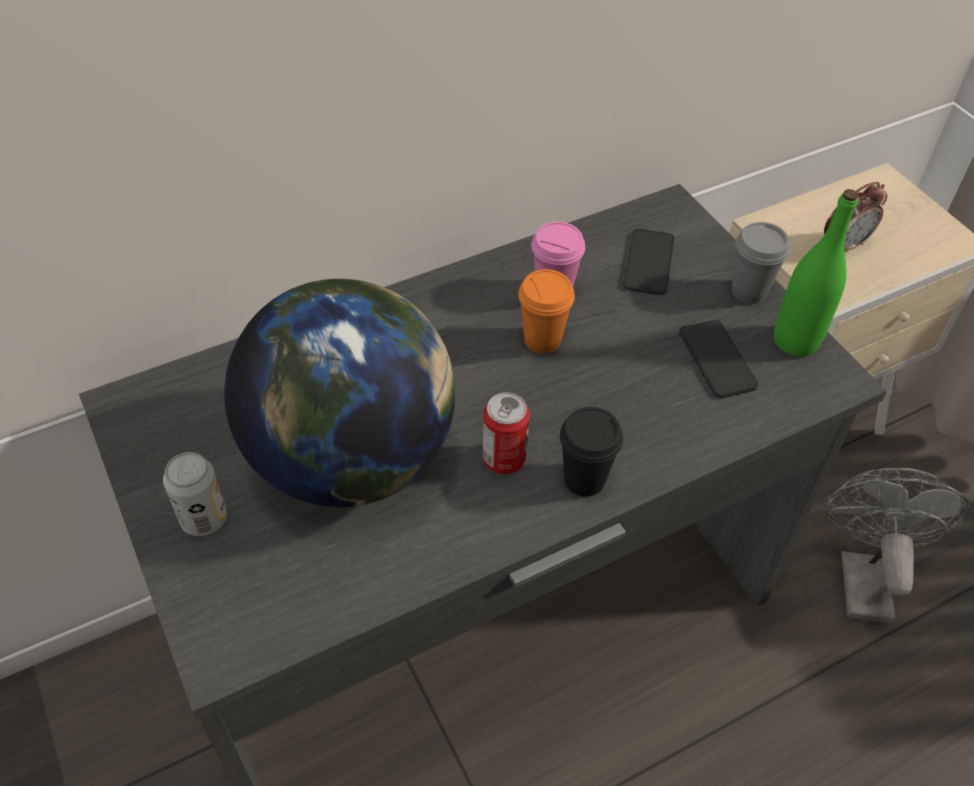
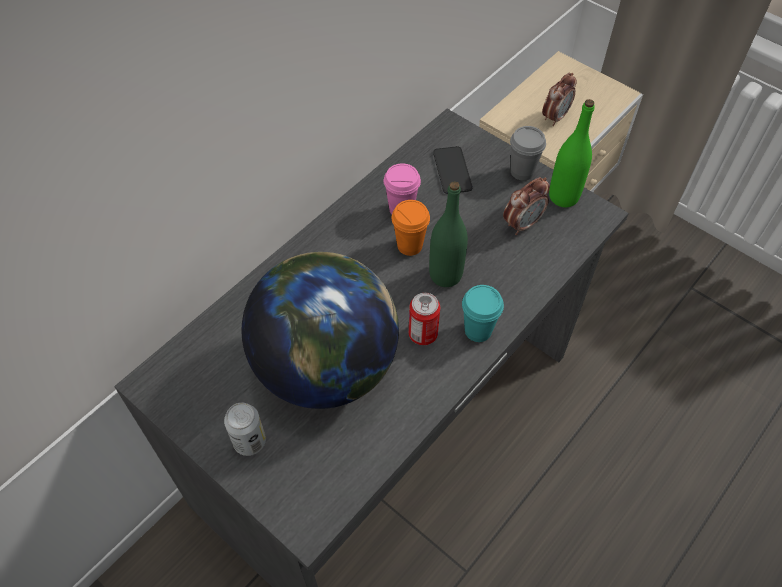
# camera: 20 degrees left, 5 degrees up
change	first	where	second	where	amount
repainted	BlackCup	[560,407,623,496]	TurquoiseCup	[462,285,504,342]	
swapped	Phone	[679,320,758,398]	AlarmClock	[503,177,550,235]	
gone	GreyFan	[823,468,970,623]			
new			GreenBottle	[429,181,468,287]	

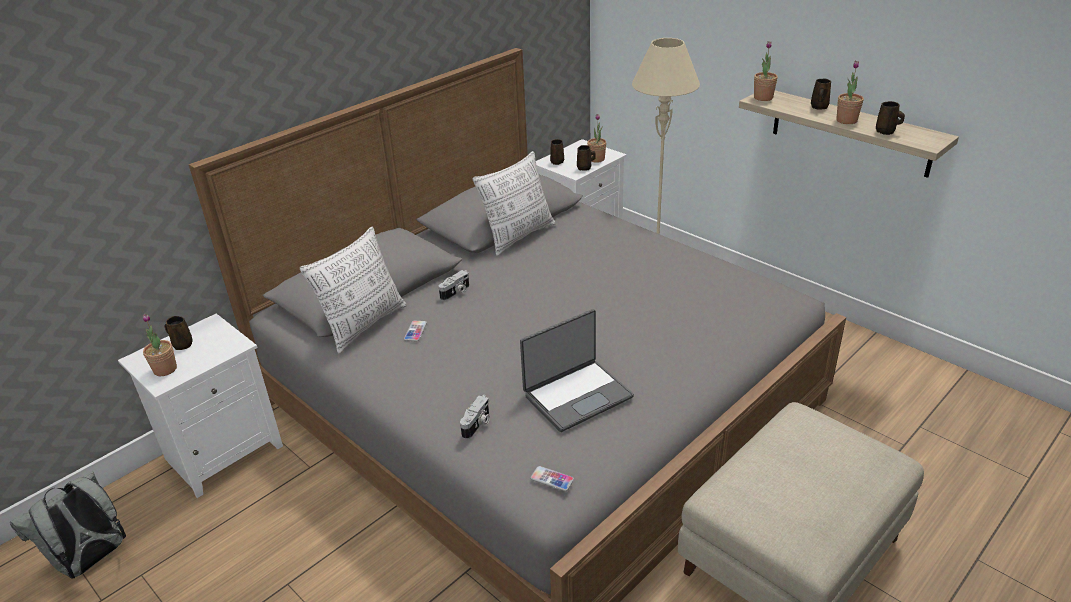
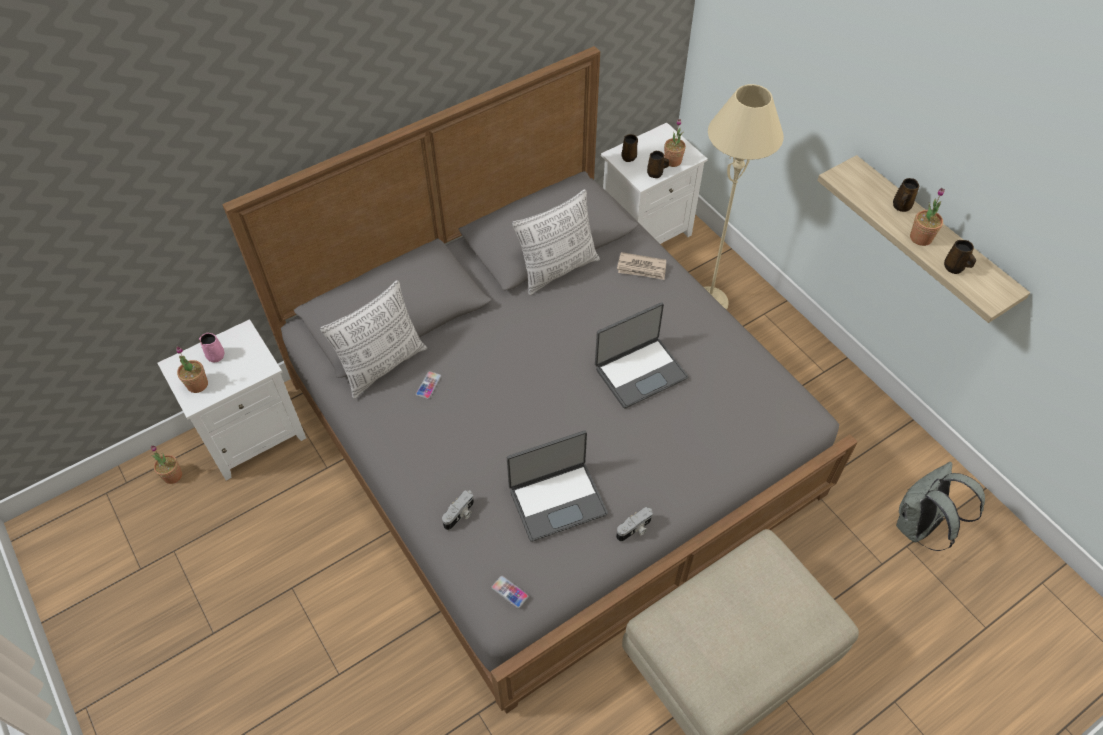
# camera: 10 degrees right, 20 degrees up
change	first	where	second	where	amount
shifted	GreyBackpack	[10,471,126,579]		[896,462,985,551]	
repainted	BrownMug	[164,316,192,350]	PinkMug	[199,333,224,362]	
shifted	PhotoCamera	[439,270,469,301]		[616,507,653,541]	
shifted	PottedPlant	[754,41,778,101]		[151,445,182,484]	
new			Laptop	[595,302,688,409]	
new			Newspaper	[617,252,666,280]	

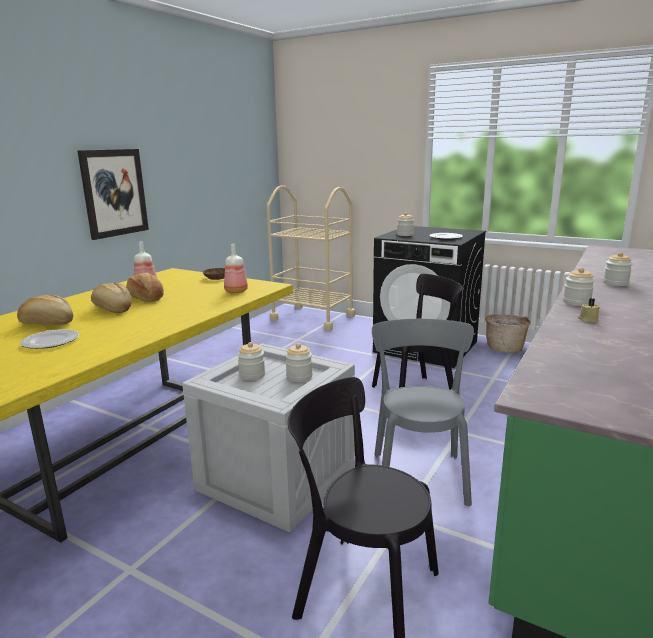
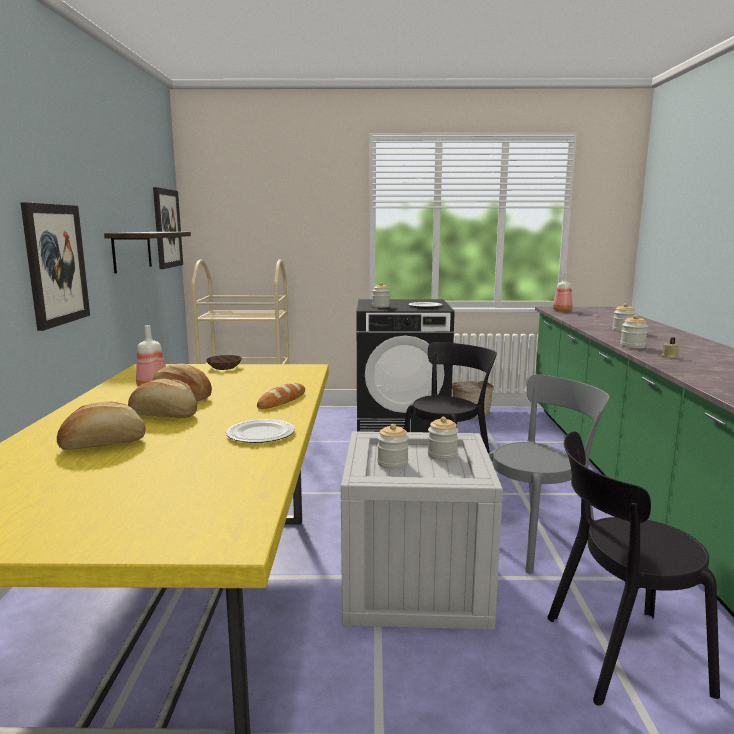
# camera: 30 degrees left, 5 degrees down
change	first	where	second	where	amount
shifted	Plate	[20,329,79,349]		[226,419,295,443]	
shifted	Bottle	[224,244,248,293]		[553,272,572,311]	
rotated	GreyChair	[372,319,474,506]		[489,374,610,574]	90 degrees clockwise
new			Shelf	[104,232,191,273]	
new			Picture	[153,187,183,269]	
new			Bread	[257,383,305,409]	

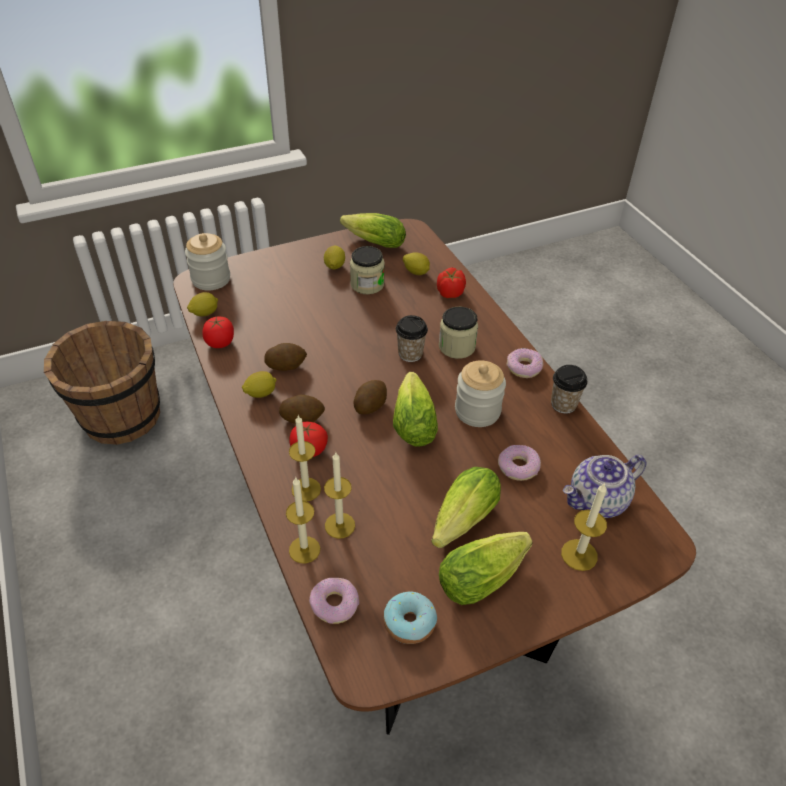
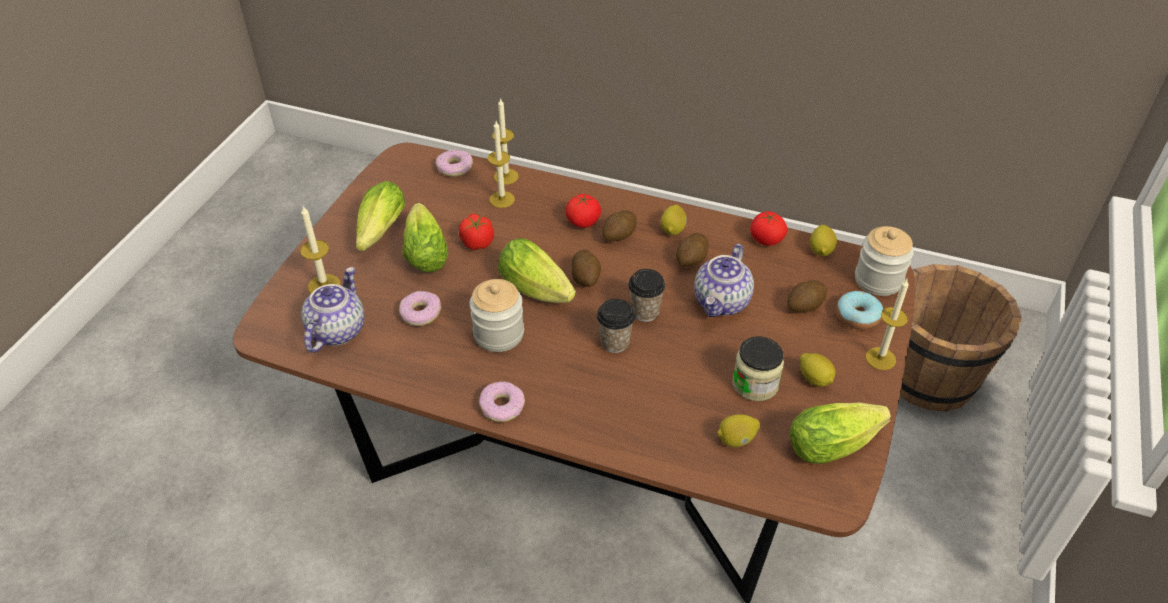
# camera: 135 degrees right, 0 degrees up
change	first	where	second	where	amount
shifted	Candle	[289,416,321,502]		[866,279,909,370]	
shifted	Donut	[383,591,437,644]		[836,291,883,330]	
shifted	Tomato	[437,268,466,298]		[459,214,494,250]	
gone	Jar	[439,307,478,359]			
shifted	Cup	[551,365,588,414]		[628,269,665,322]	
new			Teapot	[694,244,754,317]	
new			Potato	[788,280,827,312]	

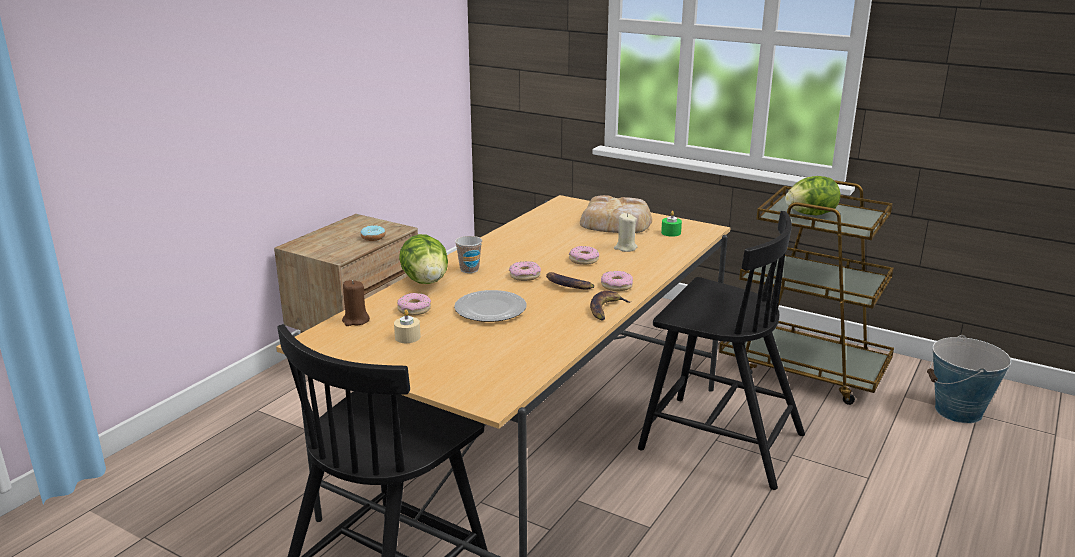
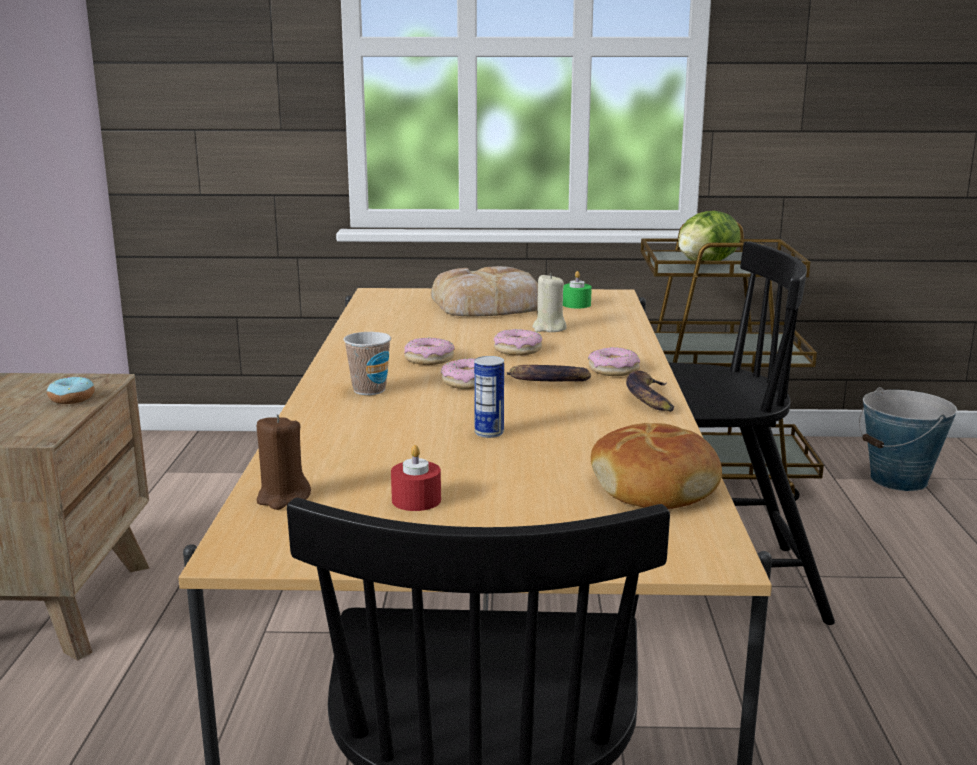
# camera: 30 degrees left, 5 degrees down
change	first	where	second	where	amount
repainted	BeigeCandle	[394,310,421,343]	RedCandle	[391,445,441,511]	
shifted	Donut	[397,293,431,315]		[404,337,455,365]	
gone	Lettuce	[399,234,448,284]			
swapped	Plate	[454,290,527,322]	Can	[474,356,504,438]	
new			Bread	[591,423,722,509]	

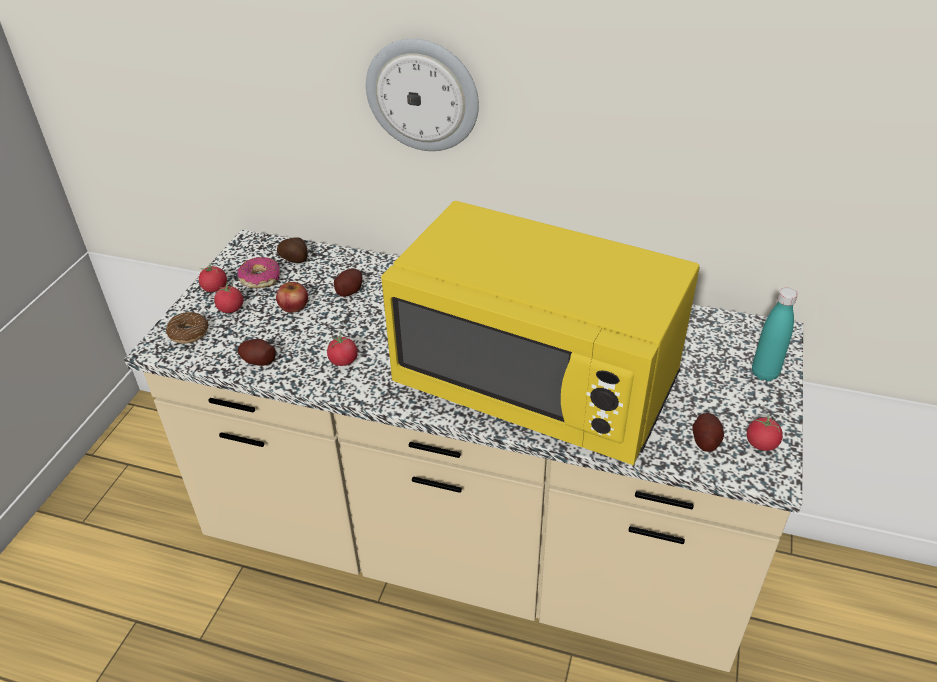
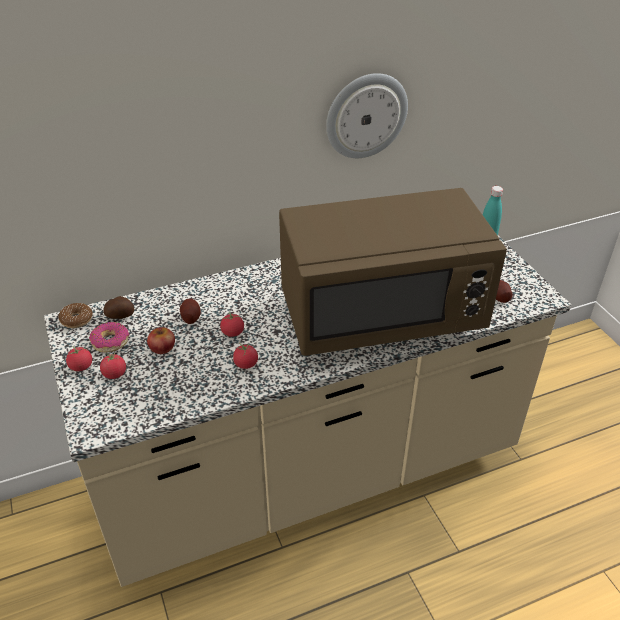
# camera: 40 degrees left, 0 degrees up
change	first	where	second	where	amount
shifted	Donut	[166,312,208,344]		[59,303,93,328]	
gone	Potato	[238,339,276,366]			
shifted	WallClock	[366,39,479,151]		[326,73,408,158]	
repainted	YellowMicrowave	[381,201,700,465]	BrownMicrowave	[279,188,507,356]	
shifted	Tomato	[747,415,783,451]		[220,312,244,337]	

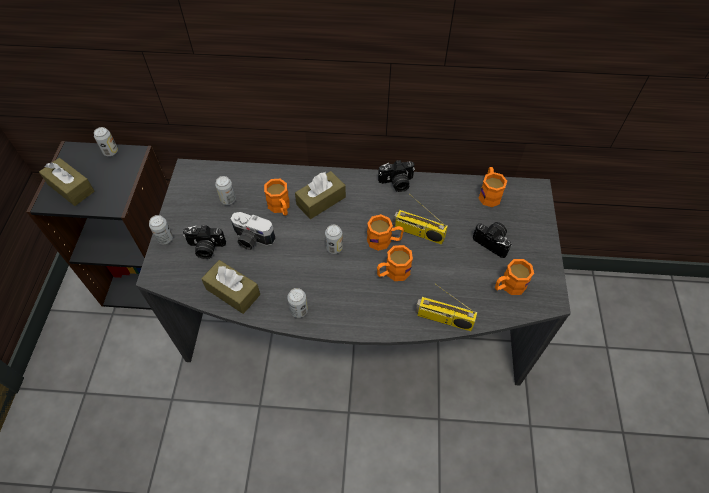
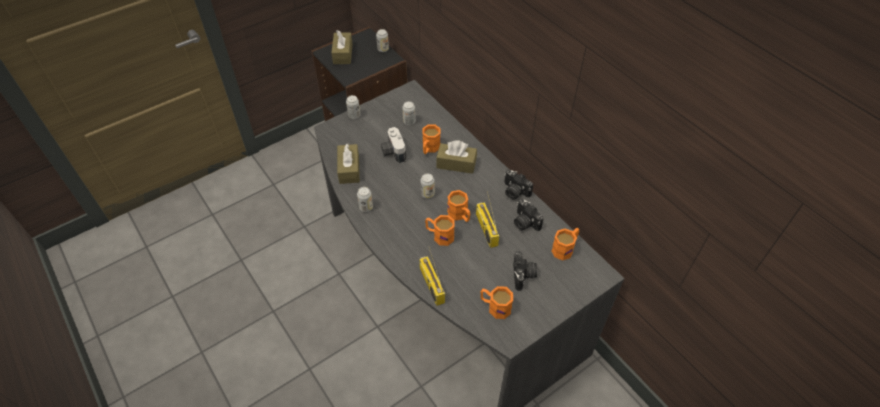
# camera: 50 degrees right, 5 degrees down
change	first	where	second	where	amount
shifted	PhotoCamera	[183,225,226,259]		[514,199,543,231]	

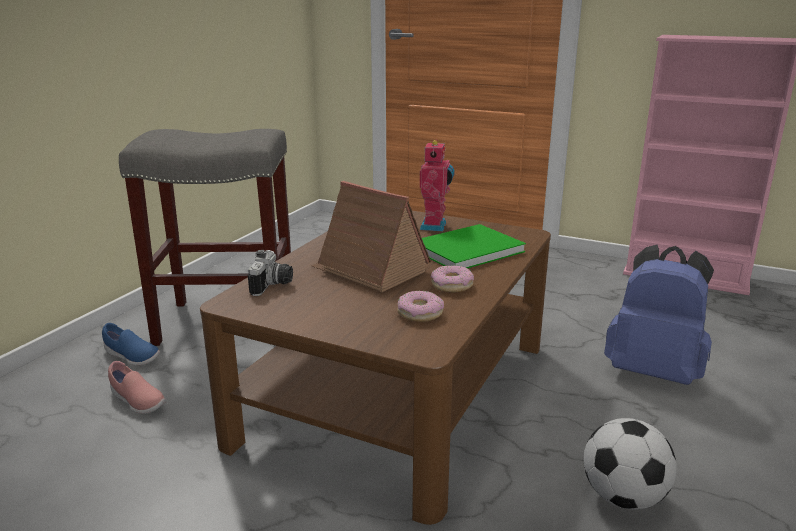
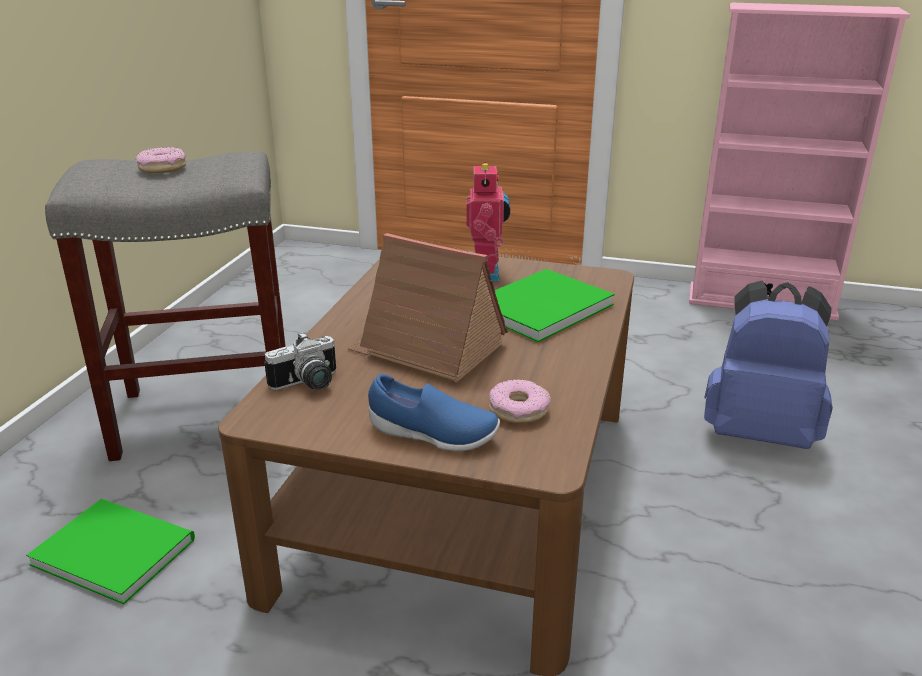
# camera: 10 degrees left, 5 degrees up
change	first	where	second	where	amount
shifted	BlueShoe	[102,323,160,366]		[368,374,500,451]	
swapped	PinkShoe	[108,361,166,414]	GreenBook	[26,499,195,604]	
rotated	PhotoCamera	[248,250,293,296]		[264,332,336,390]	60 degrees clockwise
shifted	Donut	[431,266,474,292]		[136,147,186,173]	
gone	Football	[584,418,677,510]			

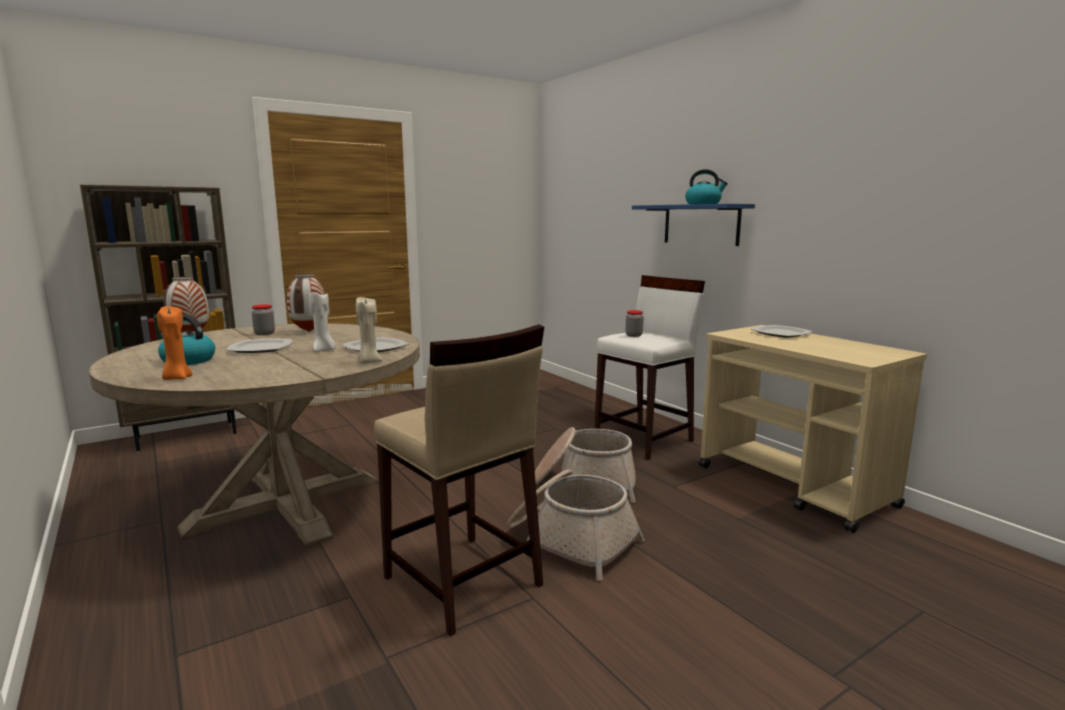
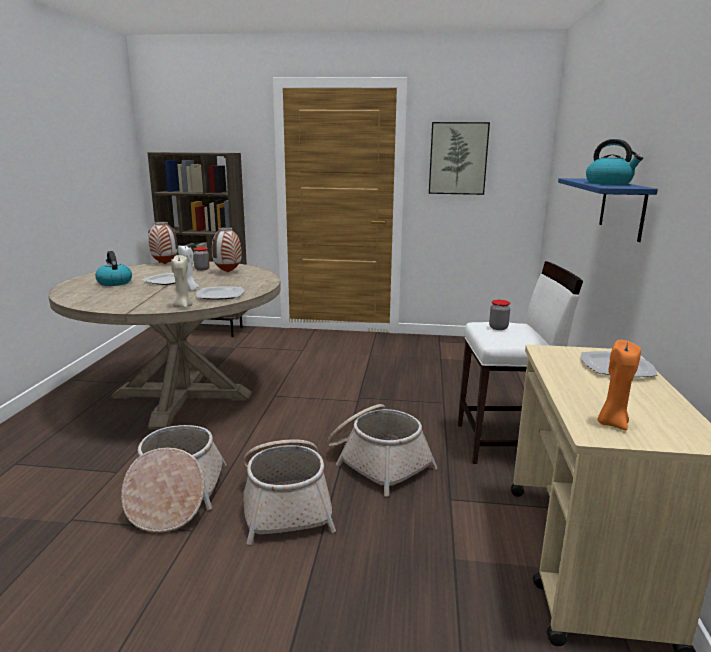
# camera: 40 degrees right, 5 degrees up
change	first	where	second	where	amount
shifted	OrangeCandle	[157,306,192,380]		[597,340,641,430]	
swapped	BeigeStool	[374,324,544,637]	Basket	[121,425,227,533]	
new			Picture	[429,122,490,195]	

